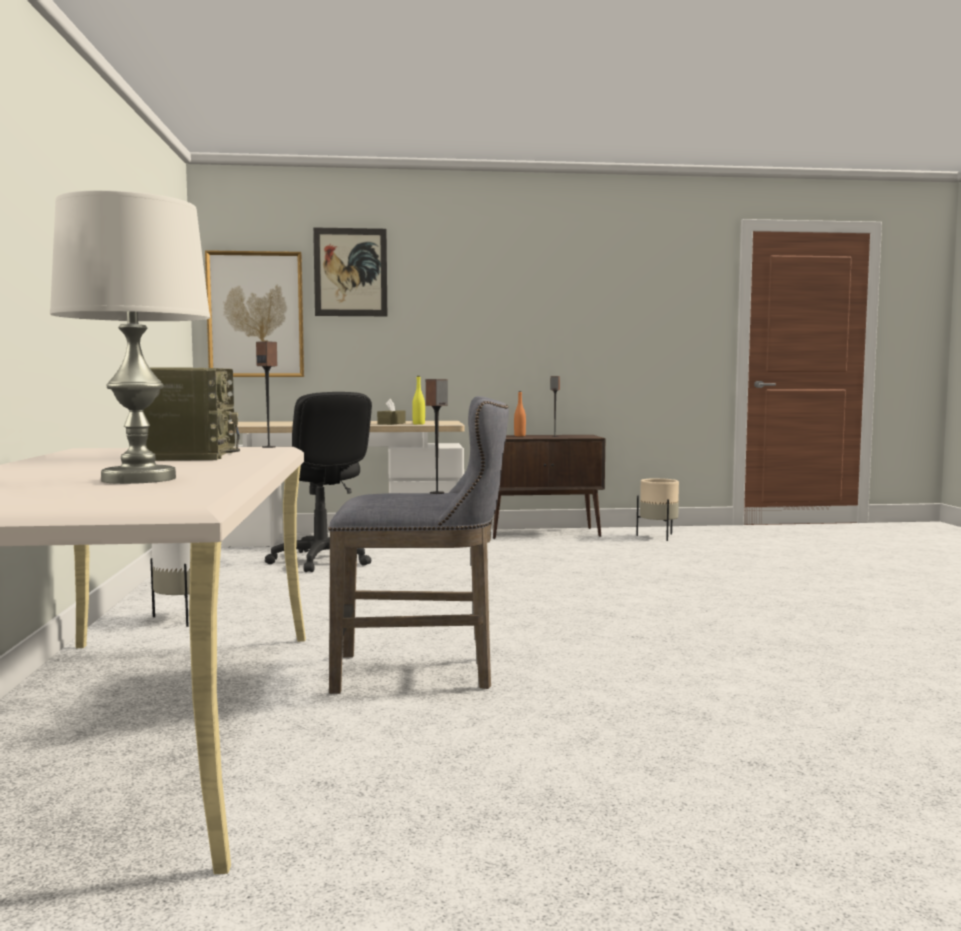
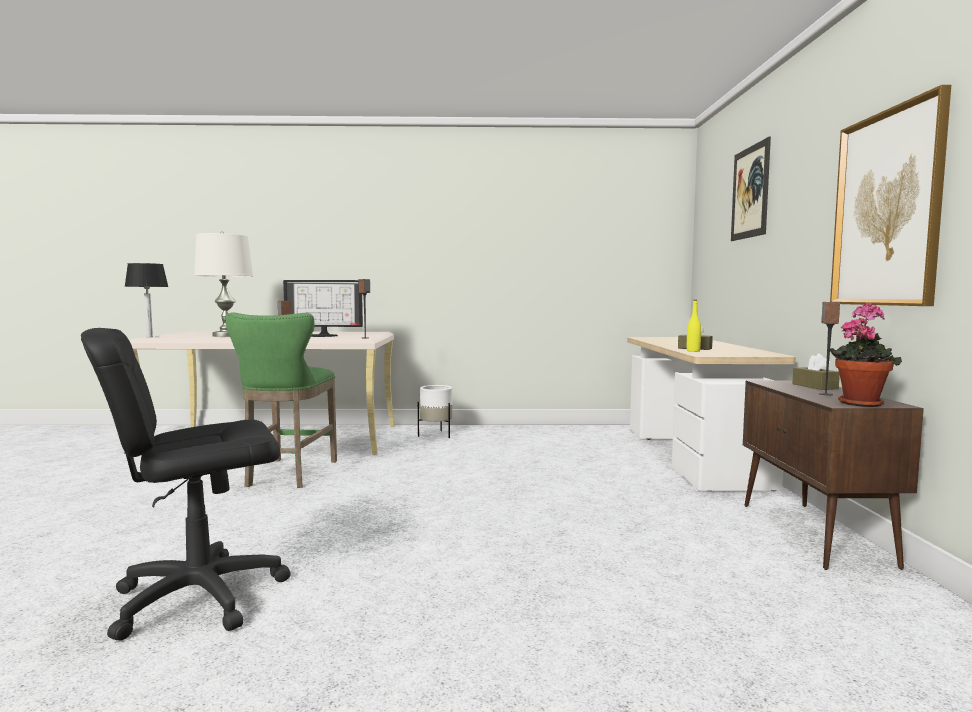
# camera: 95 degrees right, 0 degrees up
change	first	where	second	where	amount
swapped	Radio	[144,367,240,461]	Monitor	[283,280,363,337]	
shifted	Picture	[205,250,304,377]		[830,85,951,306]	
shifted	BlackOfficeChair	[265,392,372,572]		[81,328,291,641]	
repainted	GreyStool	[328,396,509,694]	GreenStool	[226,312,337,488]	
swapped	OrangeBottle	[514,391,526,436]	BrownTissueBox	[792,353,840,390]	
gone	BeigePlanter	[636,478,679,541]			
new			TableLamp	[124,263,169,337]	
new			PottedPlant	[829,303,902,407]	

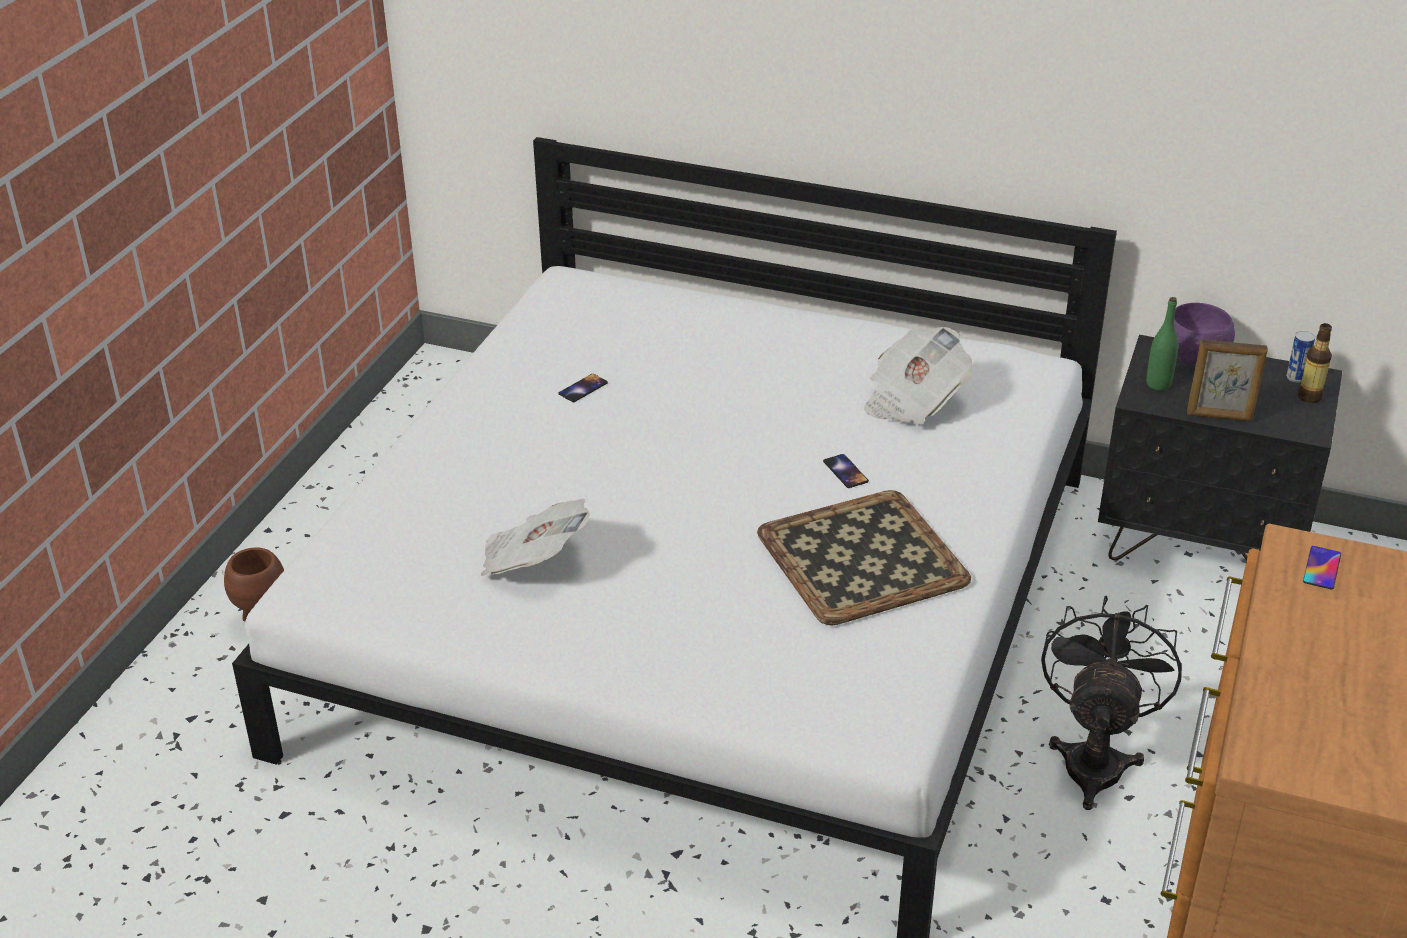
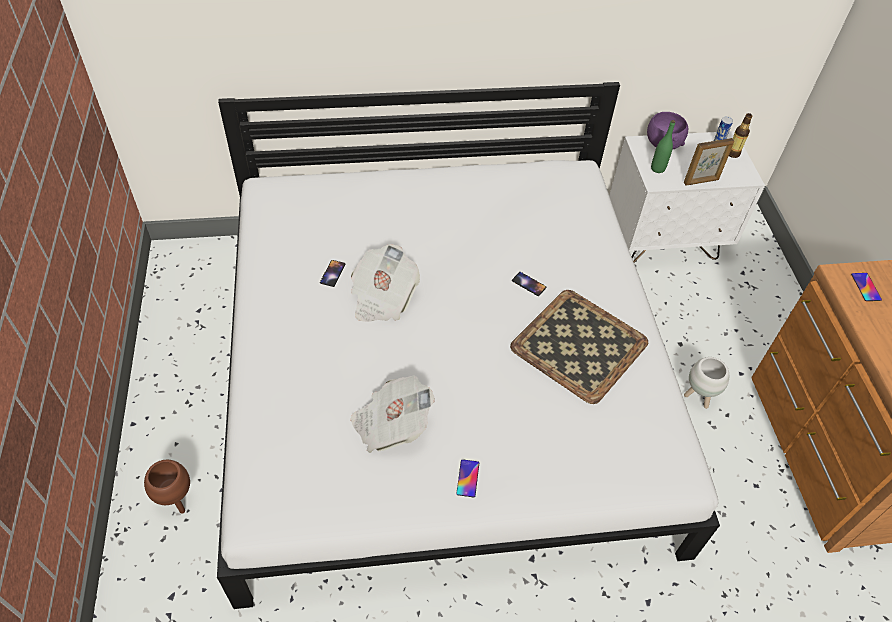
# camera: 30 degrees left, 15 degrees up
change	first	where	second	where	amount
shifted	Newspaper	[864,327,972,425]		[351,244,420,322]	
swapped	BlackFan	[1041,596,1182,810]	WhitePlanter	[684,357,729,409]	
repainted	BlackNightstand	[1098,335,1342,561]	WhiteNightstand	[609,131,765,262]	
new			Phone	[456,459,479,498]	

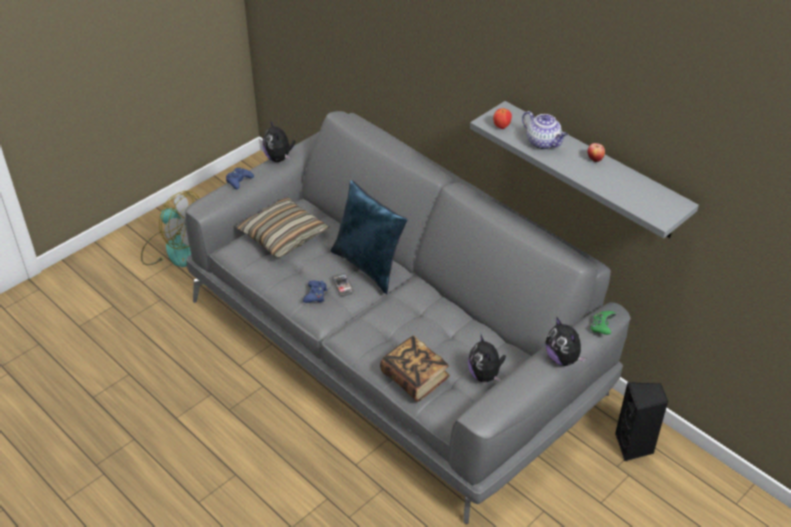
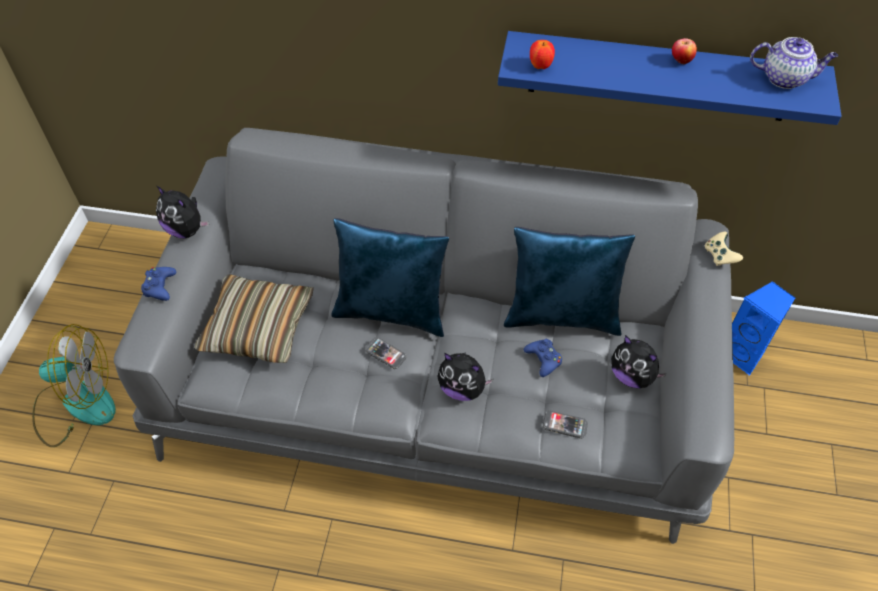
# camera: 35 degrees left, 10 degrees up
change	first	where	second	where	amount
shifted	BlueGameController	[303,281,327,303]		[524,339,562,377]	
swapped	Book	[380,336,450,402]	Phone	[543,411,588,439]	
repainted	GreyShelf	[470,101,699,238]	BlueShelf	[498,31,841,125]	
shifted	Teapot	[522,111,568,149]		[750,37,838,89]	
shifted	PlushToy	[545,318,586,366]		[437,353,493,401]	
repainted	GreenGameController	[590,311,616,335]	BeigeGameController	[705,231,743,266]	
repainted	BlackSpeaker	[615,382,668,461]	BlueSpeaker	[732,281,795,376]	
new			BluePillow	[504,227,635,336]	

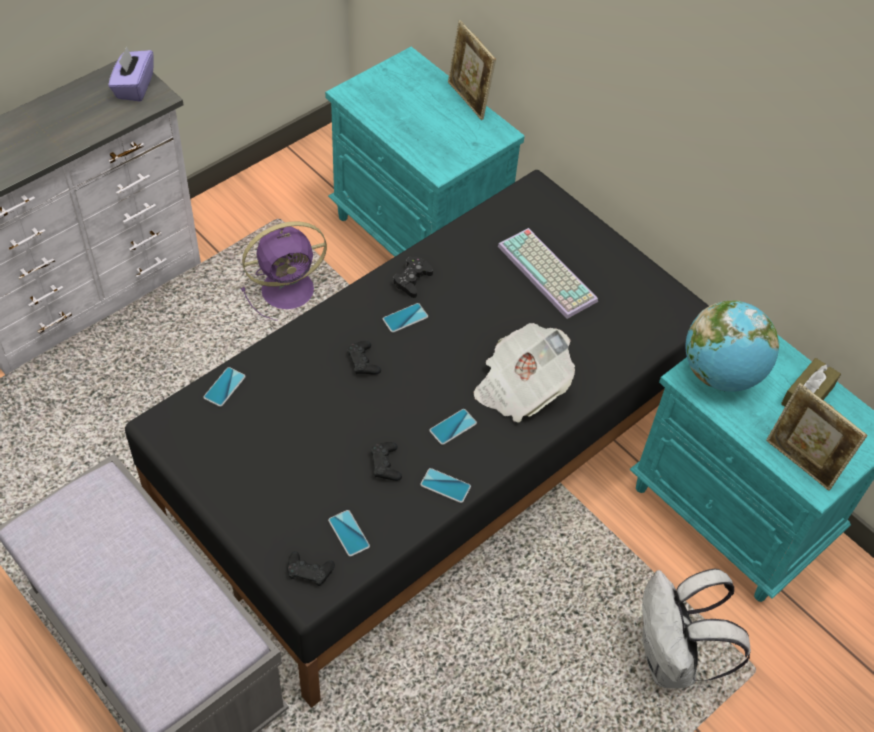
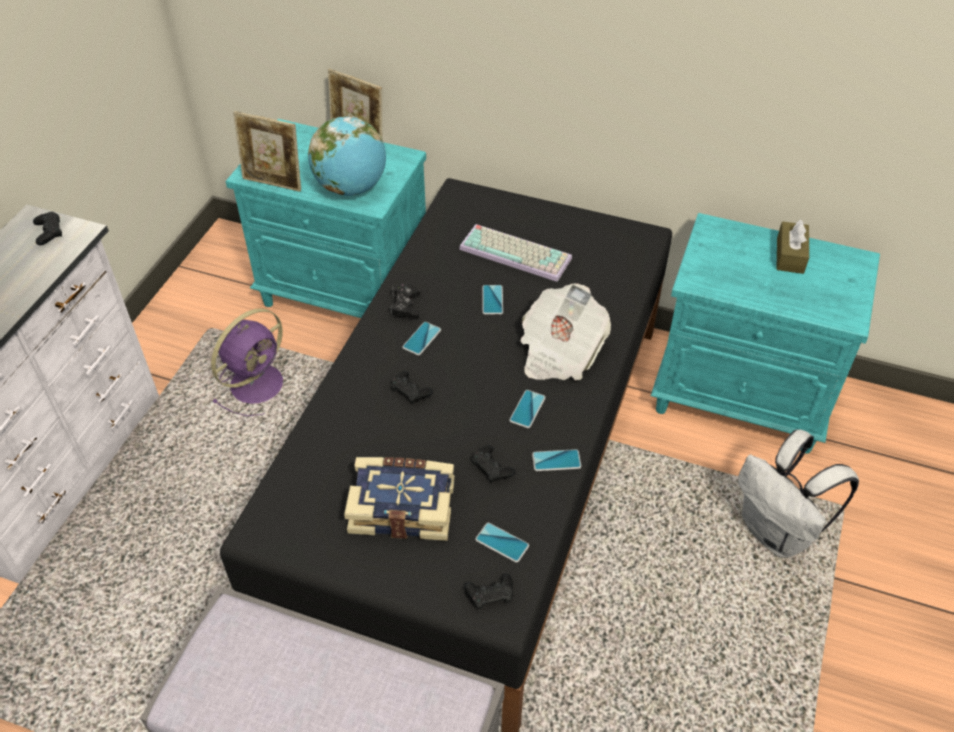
# camera: 25 degrees left, 5 degrees down
change	first	where	second	where	amount
swapped	PurpleTissueBox	[108,47,154,102]	BlackGameController	[33,212,62,245]	
shifted	Phone	[203,367,246,407]		[482,285,503,315]	
shifted	Globe	[686,300,779,392]		[308,117,386,196]	
shifted	PictureFrame	[766,383,868,491]		[233,111,301,192]	
new			Book	[344,457,454,541]	

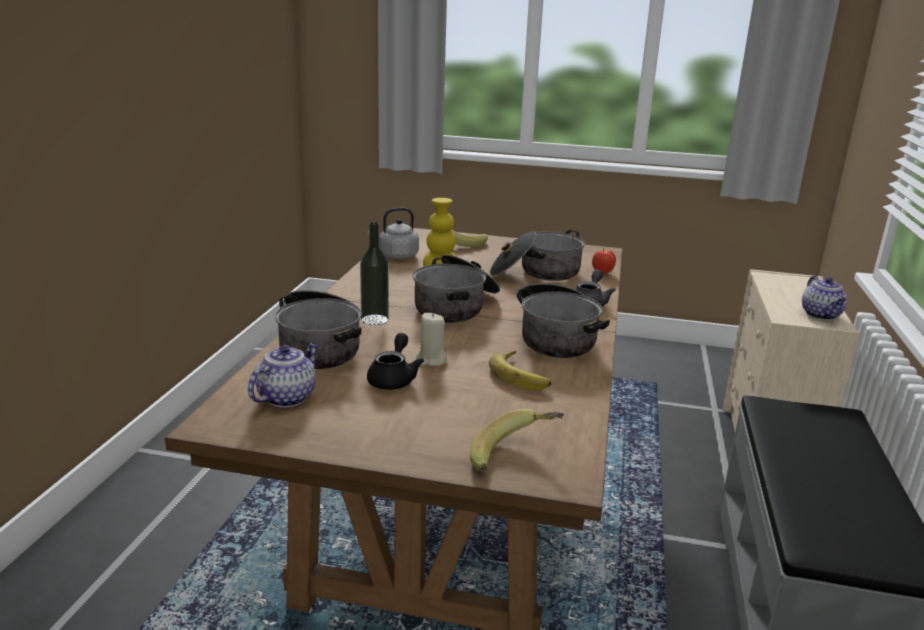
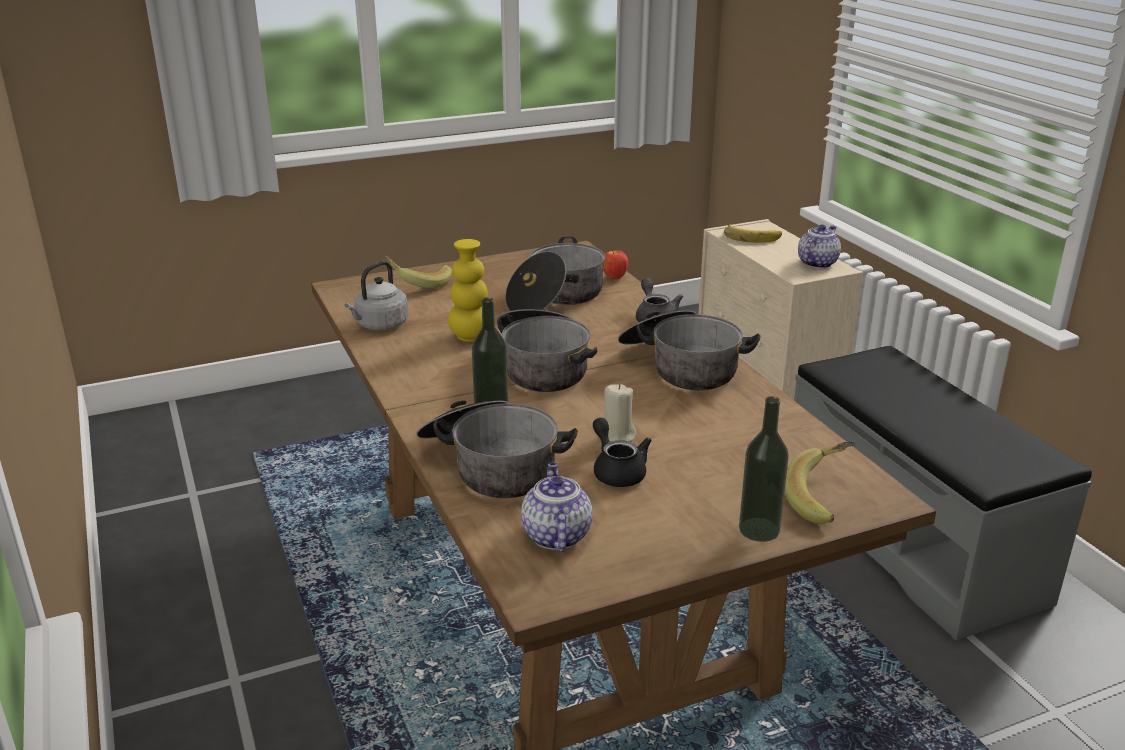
# camera: 35 degrees left, 5 degrees up
change	first	where	second	where	amount
shifted	Banana	[489,351,551,390]		[724,224,782,243]	
rotated	Teapot	[802,276,847,320]		[798,224,841,269]	105 degrees counterclockwise
new			Bottle	[739,396,789,542]	

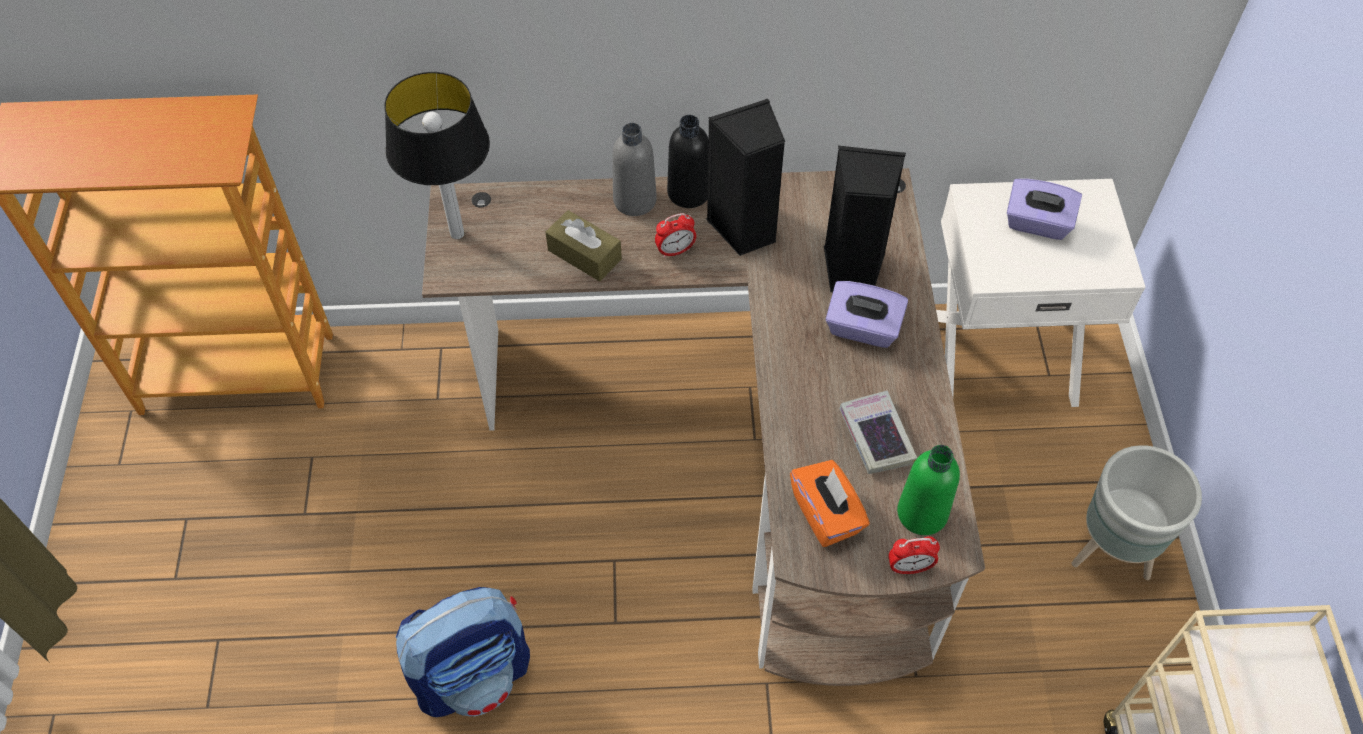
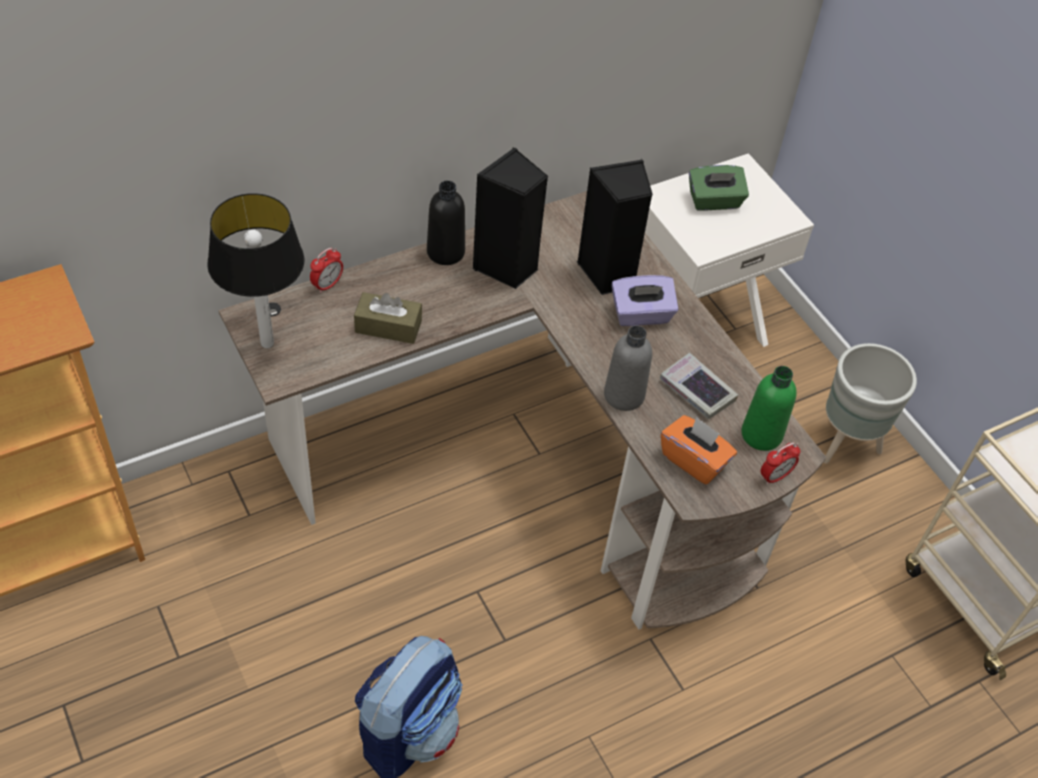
# camera: 30 degrees left, 5 degrees down
change	first	where	second	where	amount
shifted	GreyBottle	[612,123,657,216]		[604,325,652,411]	
shifted	AlarmClock	[655,213,696,258]		[310,248,343,293]	
repainted	PurpleTissueBox	[1007,178,1082,240]	GreenTissueBox	[689,165,749,211]	

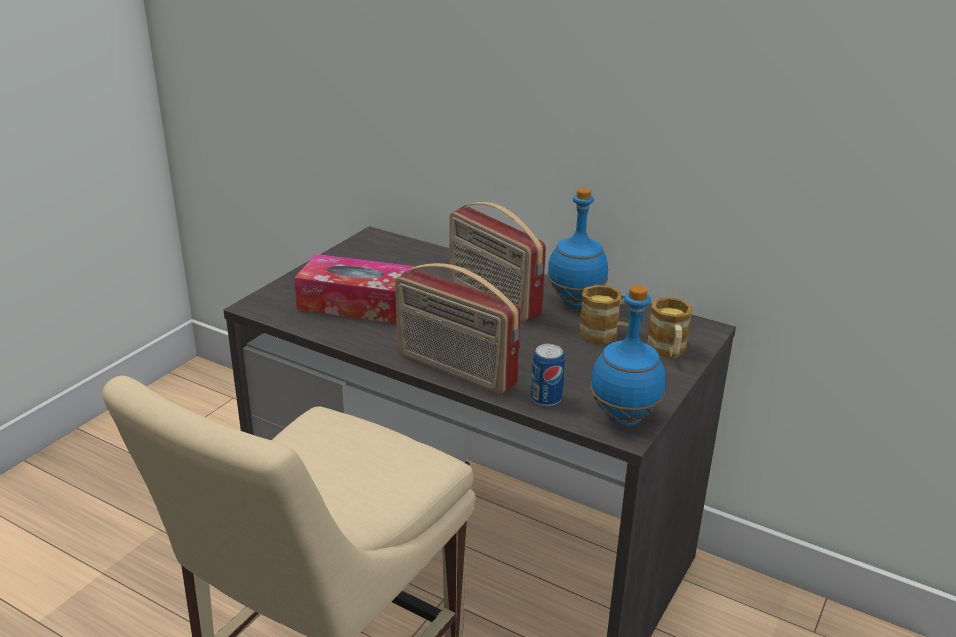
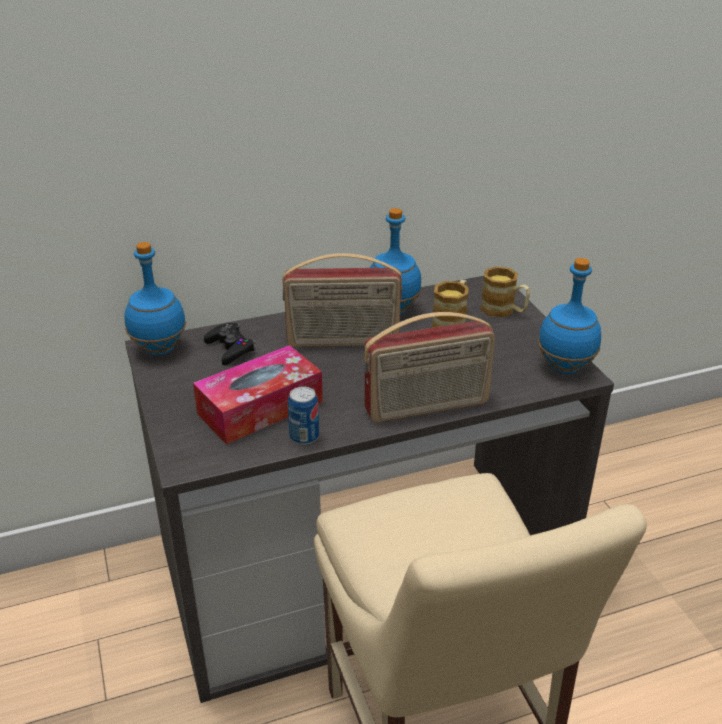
# camera: 50 degrees left, 5 degrees up
change	first	where	second	where	amount
shifted	Can	[531,344,565,406]		[288,386,319,445]	
new			BlueBottle	[124,242,186,355]	
new			BlackGameController	[204,323,255,365]	

